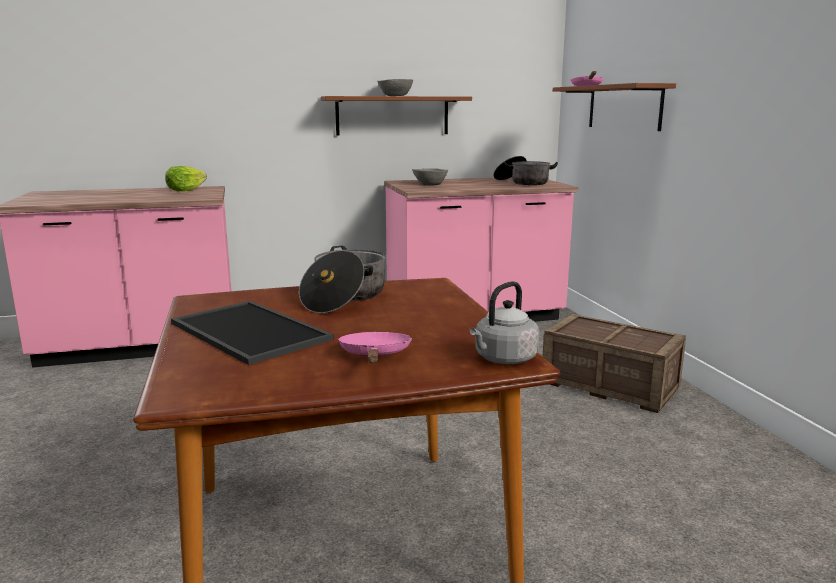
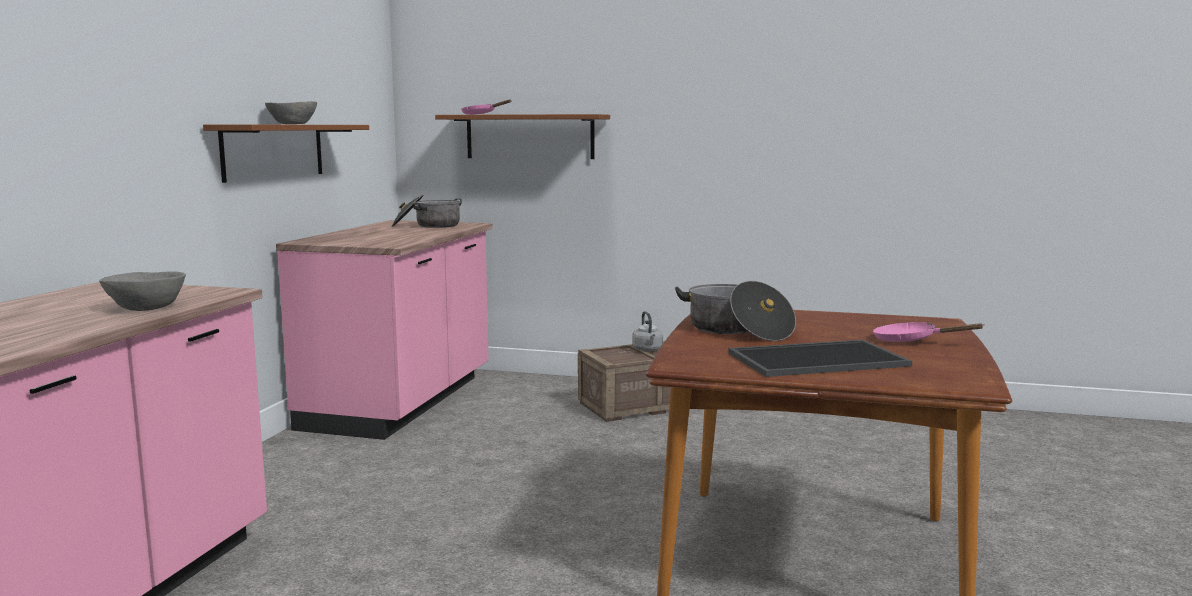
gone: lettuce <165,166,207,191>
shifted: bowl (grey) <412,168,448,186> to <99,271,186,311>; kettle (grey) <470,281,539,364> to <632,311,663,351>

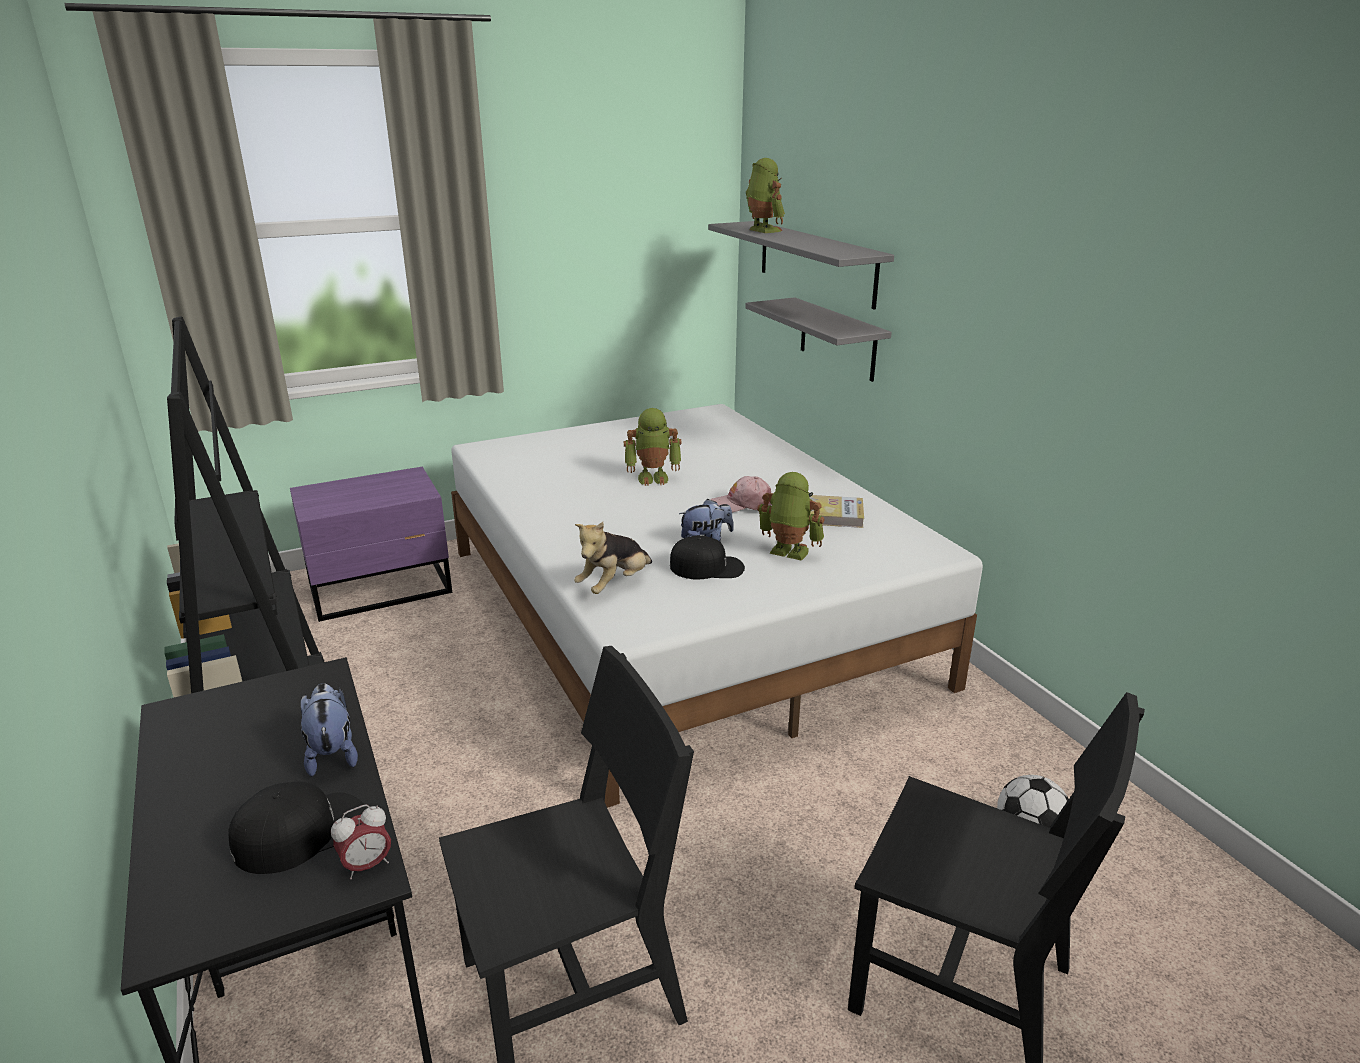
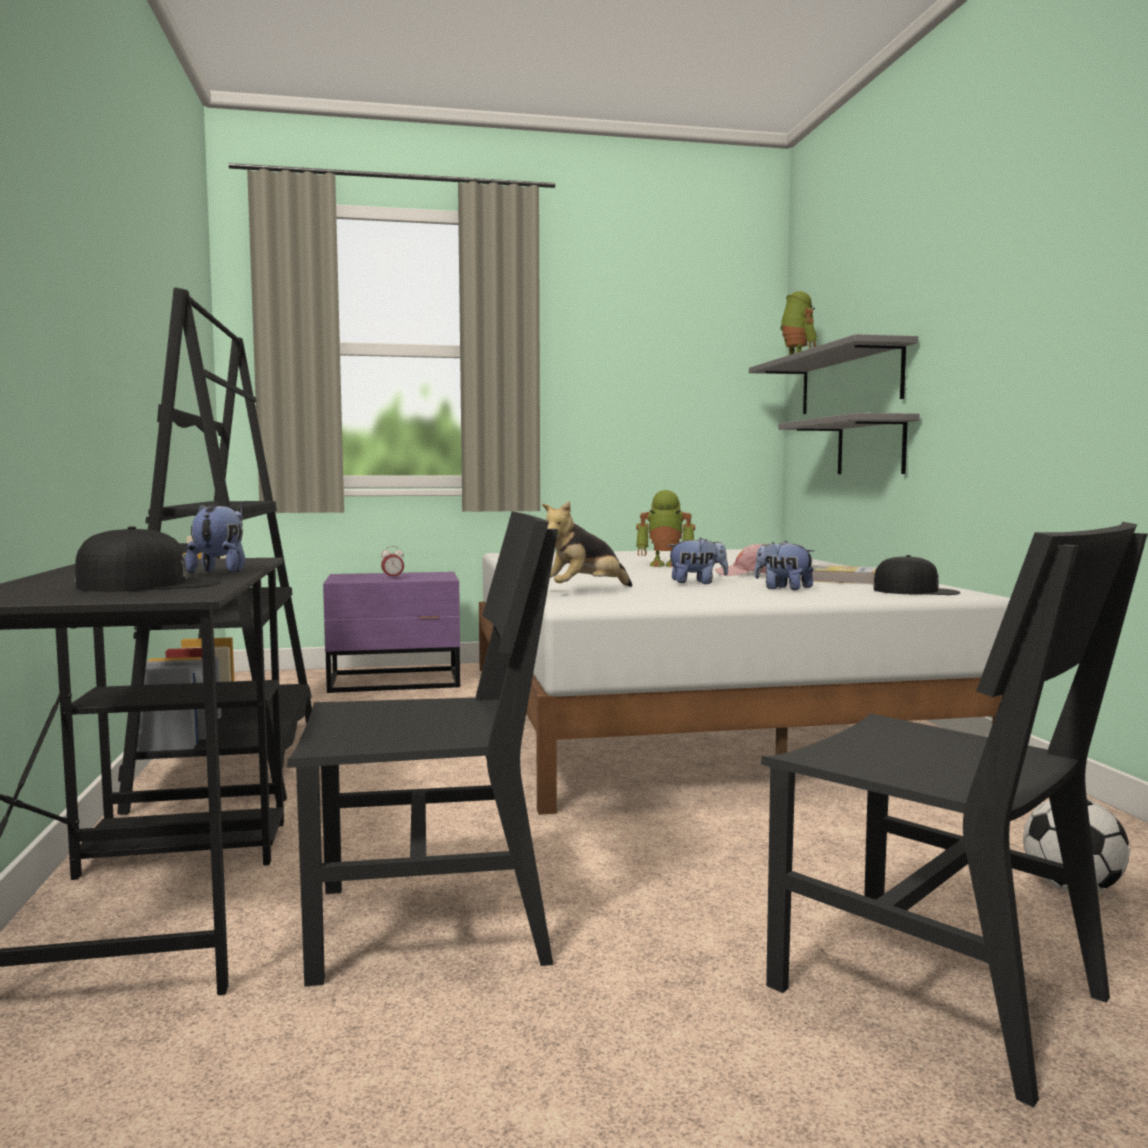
shifted: alarm clock <331,804,391,879> to <381,546,404,579>; cap (black) <670,535,745,580> to <873,555,961,595>
swapped: toy robot <757,472,824,561> to plush toy <755,541,814,590>

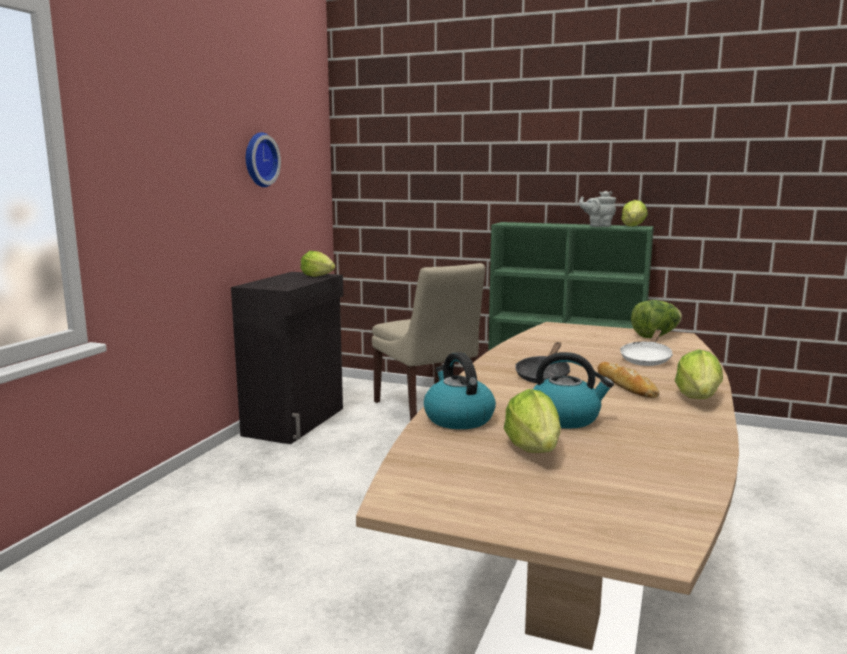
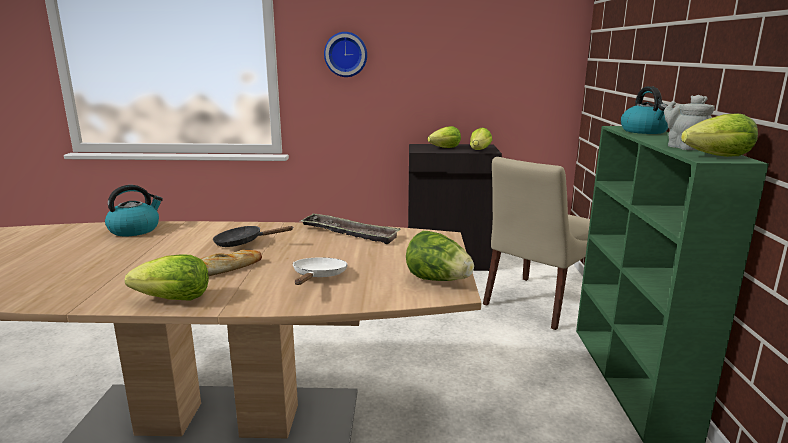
new: tray <301,213,400,244>
shifted: wall clock <246,132,281,187> to <324,32,367,77>; lettuce <504,389,561,453> to <428,126,461,148>; kettle <533,352,614,429> to <621,86,668,134>
rotated: frying pan (white) <620,330,673,366> = <293,257,348,285> 90 degrees clockwise

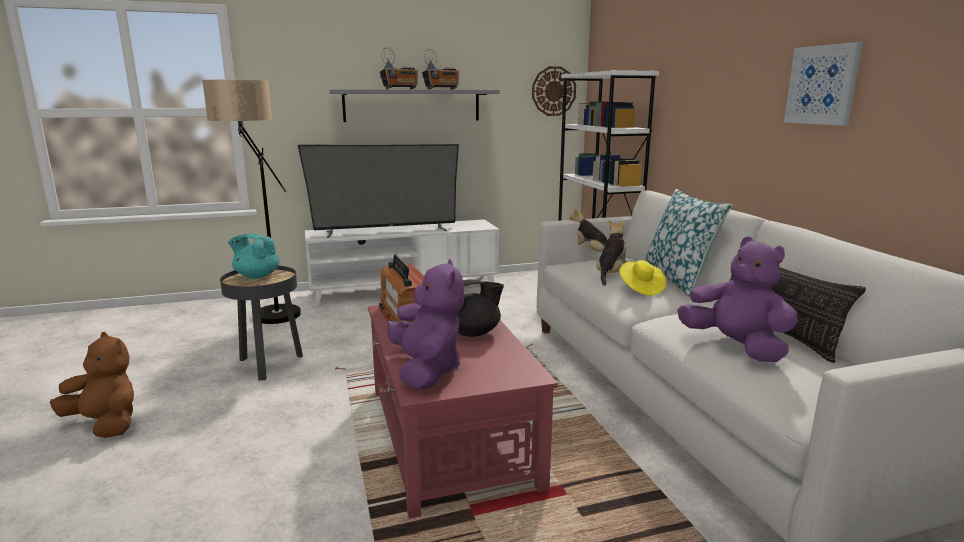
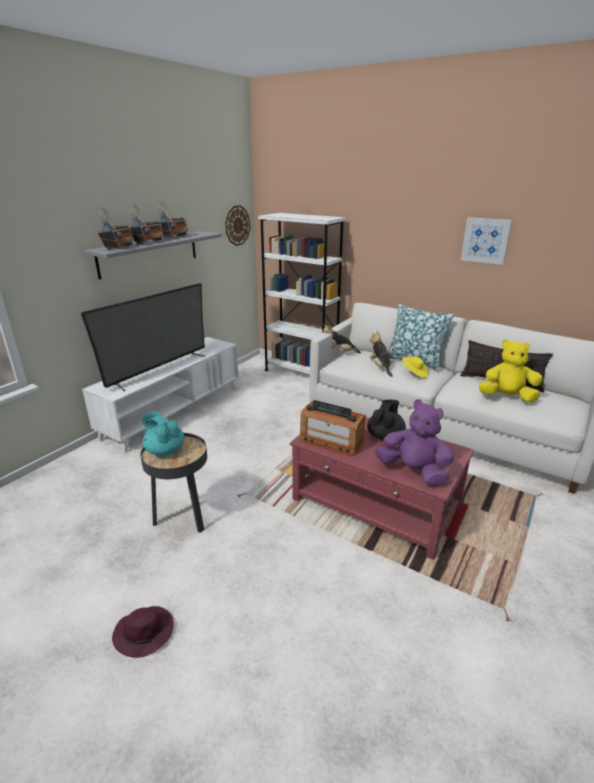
gone: floor lamp <202,79,301,324>
new: radio <98,208,134,250>
swapped: plush toy (brown) <50,332,134,438> to hat (purple) <112,606,174,658>
repainted: plush toy (purple) <677,237,798,362> to plush toy (yellow) <479,339,542,403>
rotated: teapot (turquoise) <228,234,279,279> = <141,412,185,456> 60 degrees clockwise

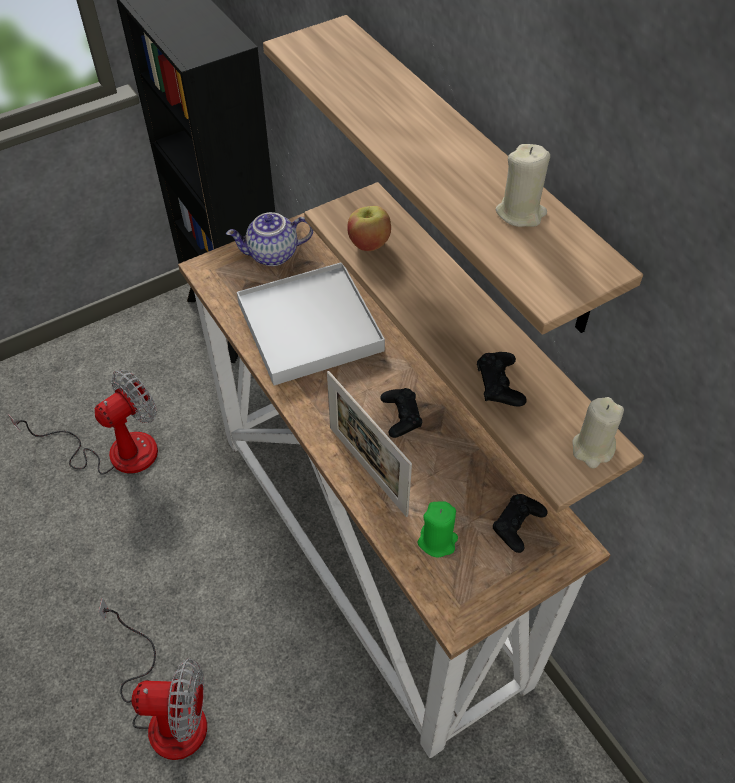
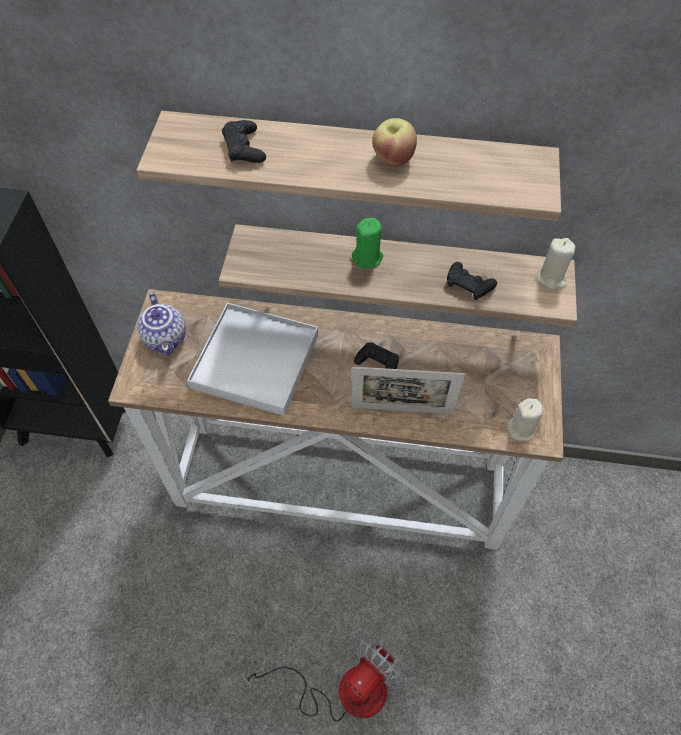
gone: fan <8,370,158,475>
shifted: apple <347,206,391,251> to <372,118,417,167>; candle (green) <418,501,458,558> to <352,217,383,268>; game controller (black) <493,494,548,553> to <222,120,266,163>; candle (beige) <496,144,550,227> to <507,398,543,441>
rotated: teapot <226,212,313,266> = <137,292,186,356> 45 degrees counterclockwise

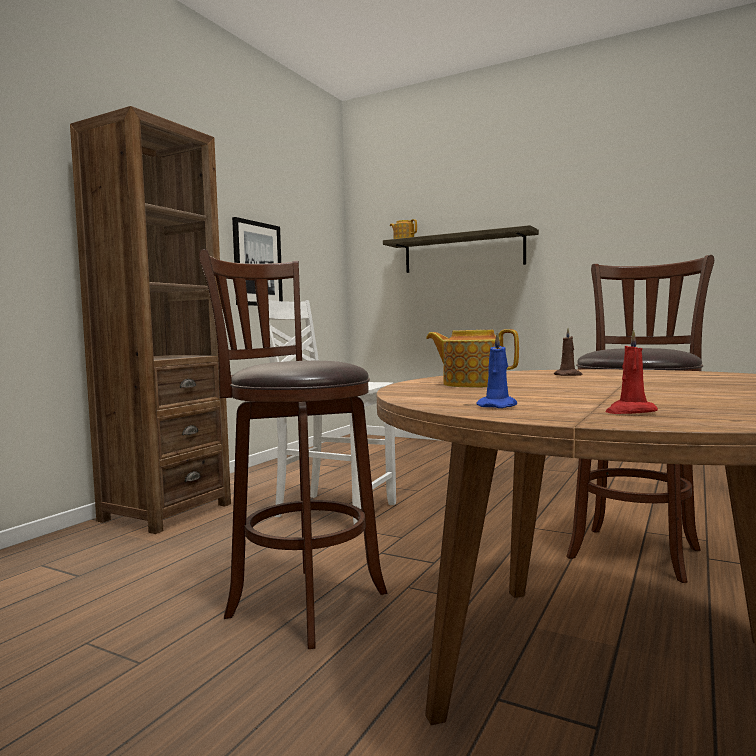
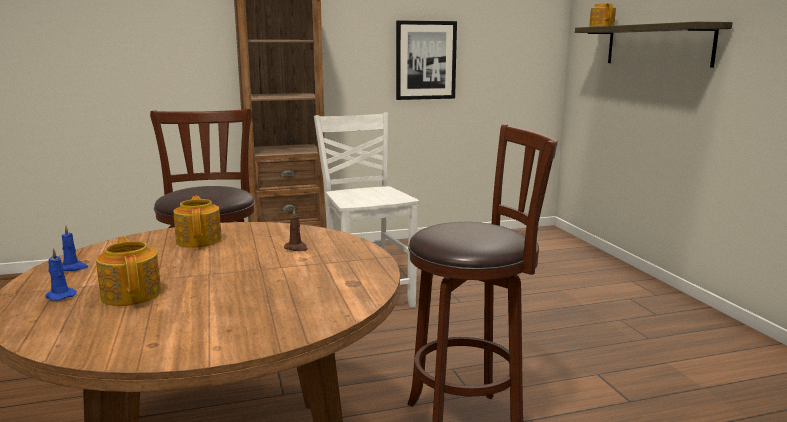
new: teapot <96,236,161,306>
repainted: candle (red) <605,330,658,414> to candle (blue) <45,248,76,301>

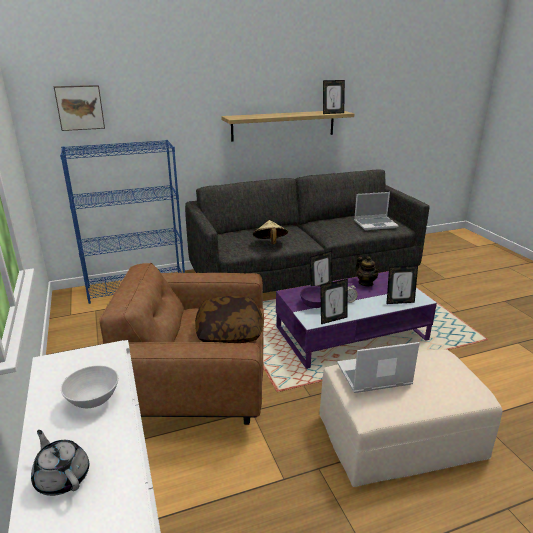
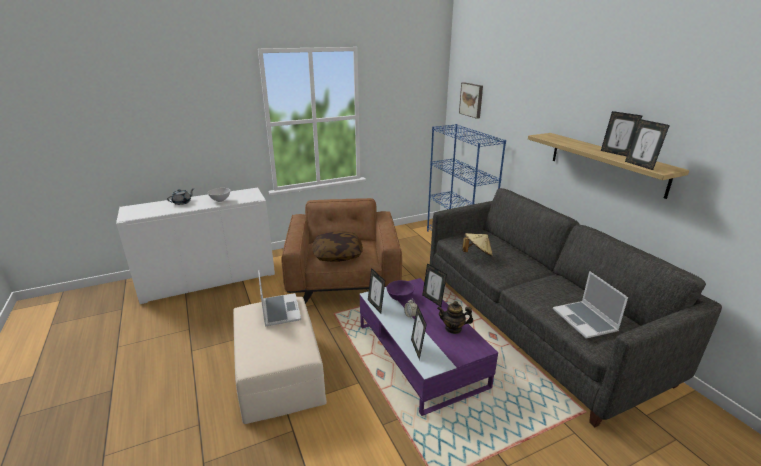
new: picture frame <601,111,642,156>
rotated: teapot <355,256,380,287> = <437,301,473,334> 45 degrees clockwise

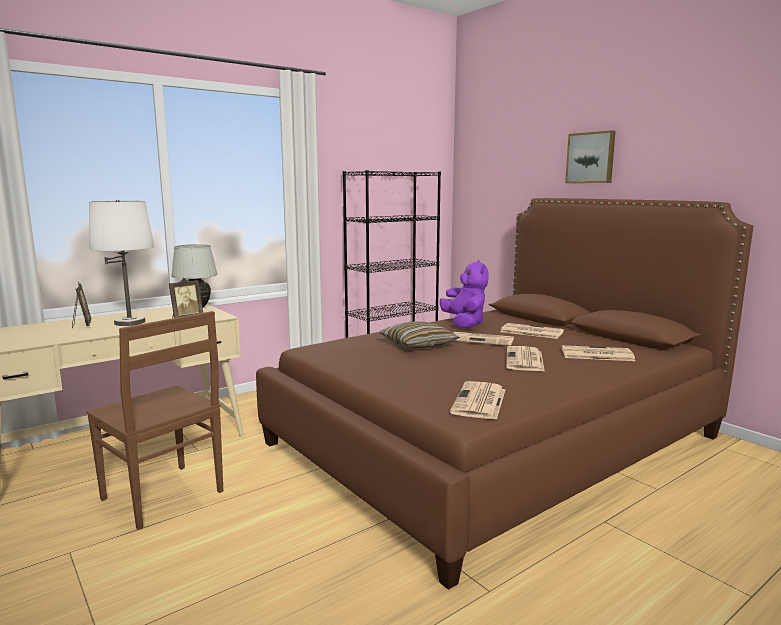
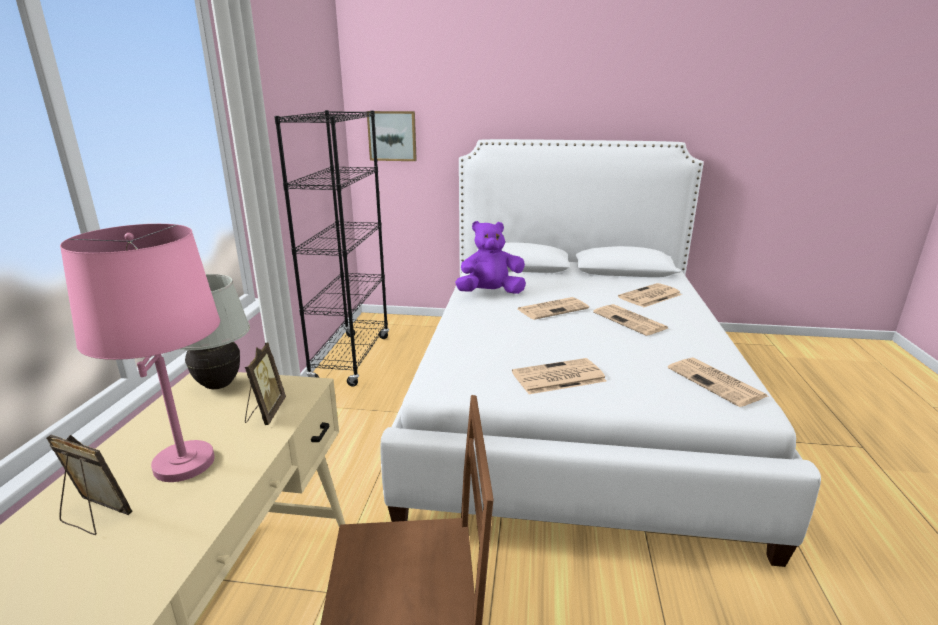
gone: pillow <380,321,460,349>
shifted: newspaper <500,323,564,339> to <512,358,607,394>; picture <565,130,616,183> to <367,111,417,161>
repainted: table lamp (white) <89,200,154,326> to table lamp (pink) <60,224,220,482>; bed (brown) <256,198,753,590> to bed (white) <381,139,821,567>
rotated: plush toy (purple) <440,260,488,329> = <455,221,526,294> 45 degrees counterclockwise

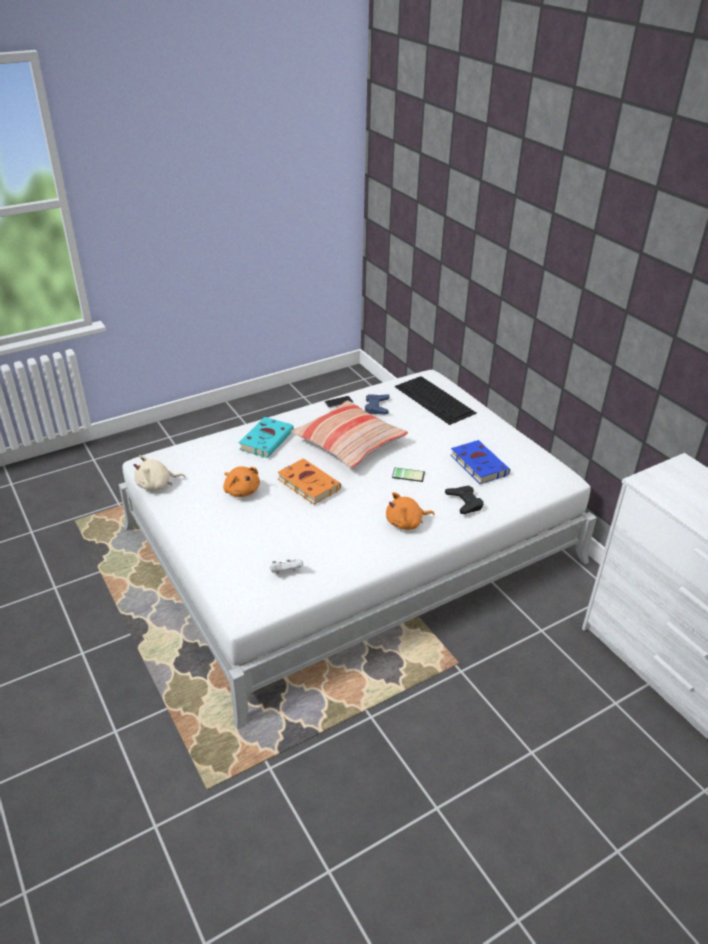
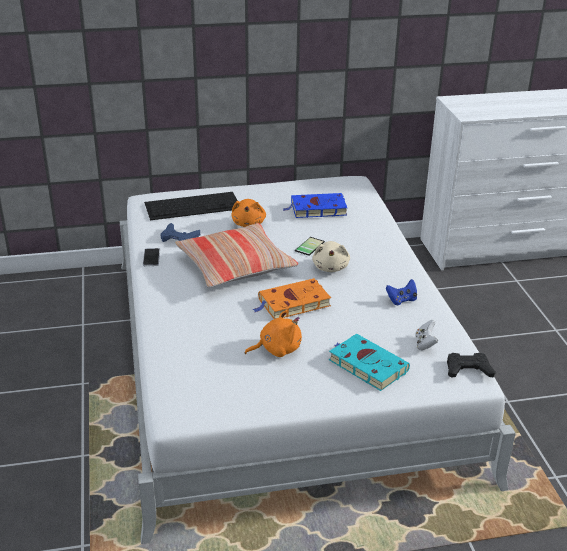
new: game controller (blue) <386,279,417,305>
shifted: plush toy (beige) <133,455,185,491> to <312,241,350,272>; book (turquoise) <239,417,294,458> to <329,334,410,391>; plush toy (orange) <386,492,435,530> to <231,199,266,227>; game controller (black) <445,485,484,514> to <447,353,496,378>

